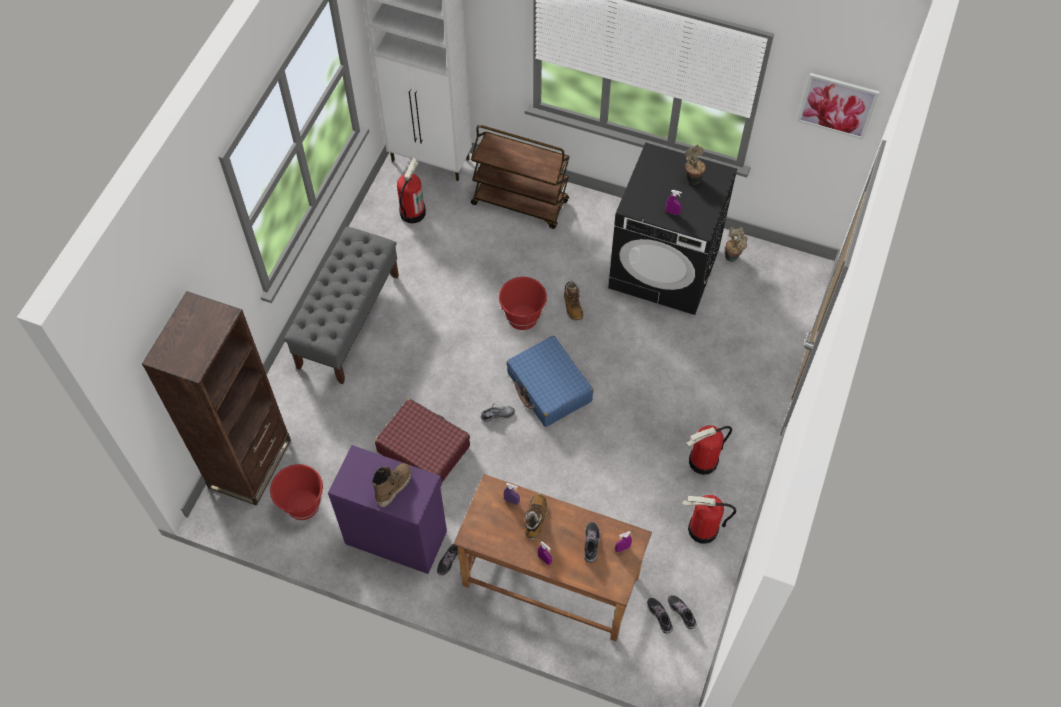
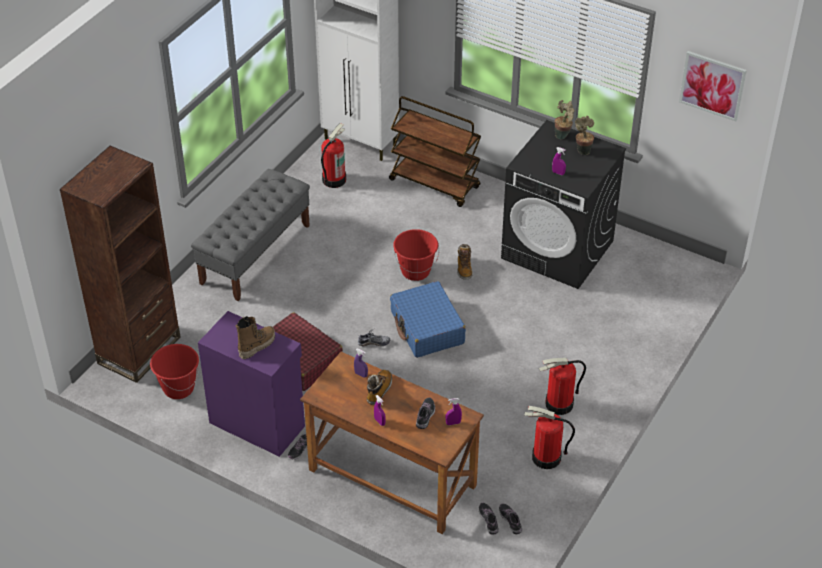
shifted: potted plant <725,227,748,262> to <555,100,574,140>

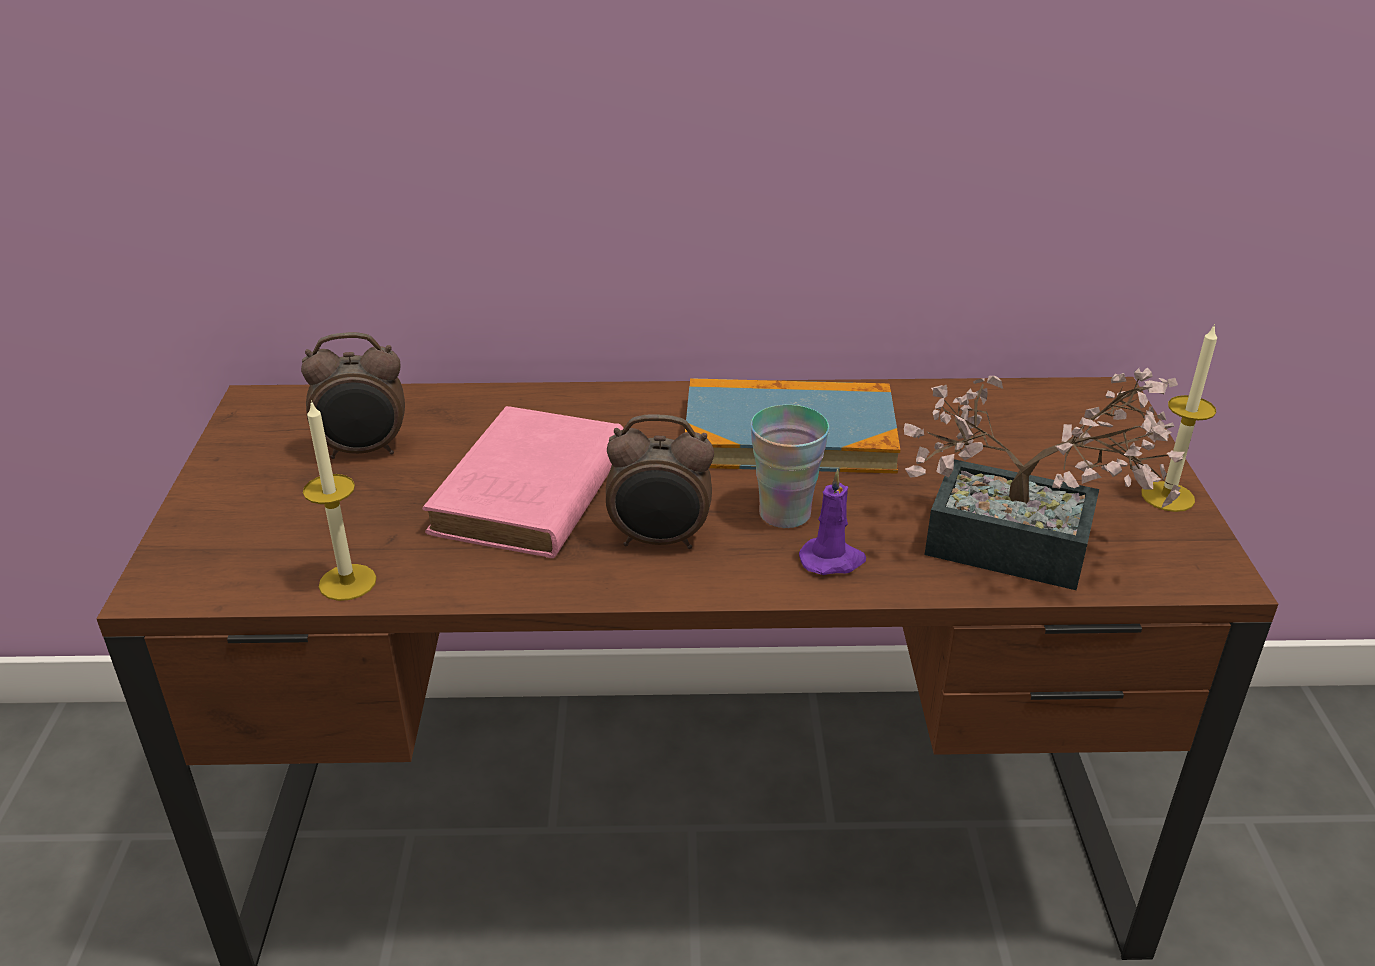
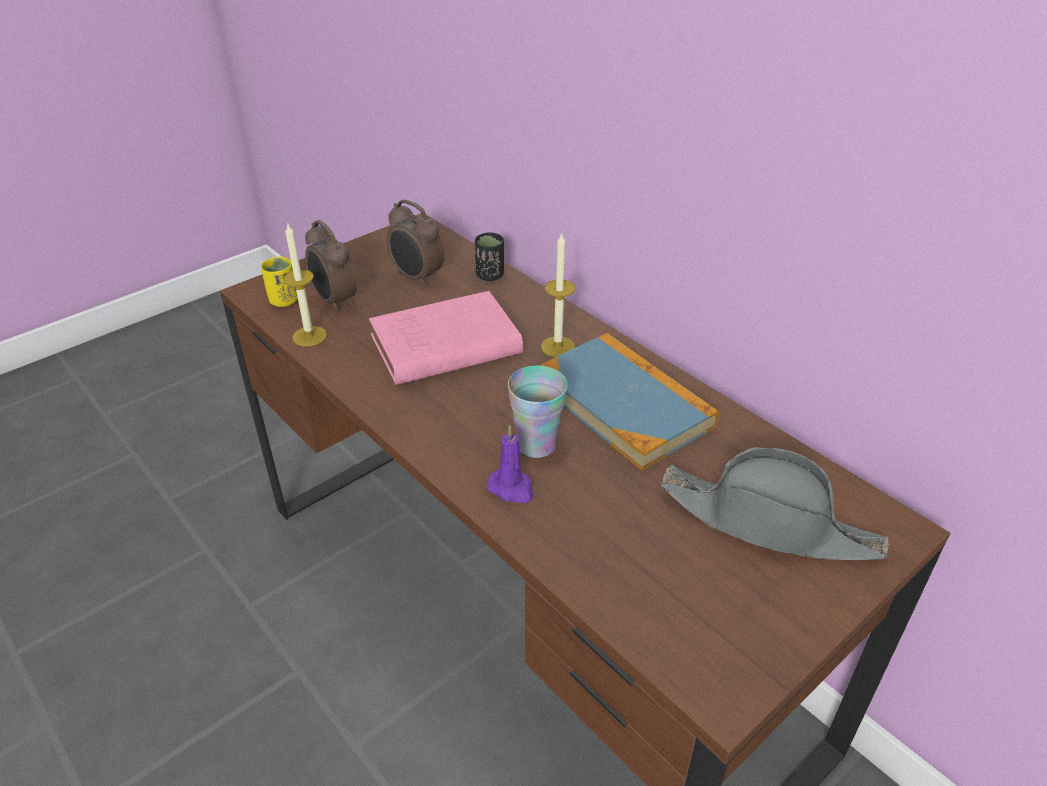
gone: potted plant <904,368,1185,590>
new: cup (yellow) <261,257,298,307>; cup (black) <475,232,504,281>; hat (grey) <661,447,889,560>
shifted: alarm clock <606,414,714,549> to <305,220,357,312>; candle <1141,324,1217,512> to <541,232,575,357>

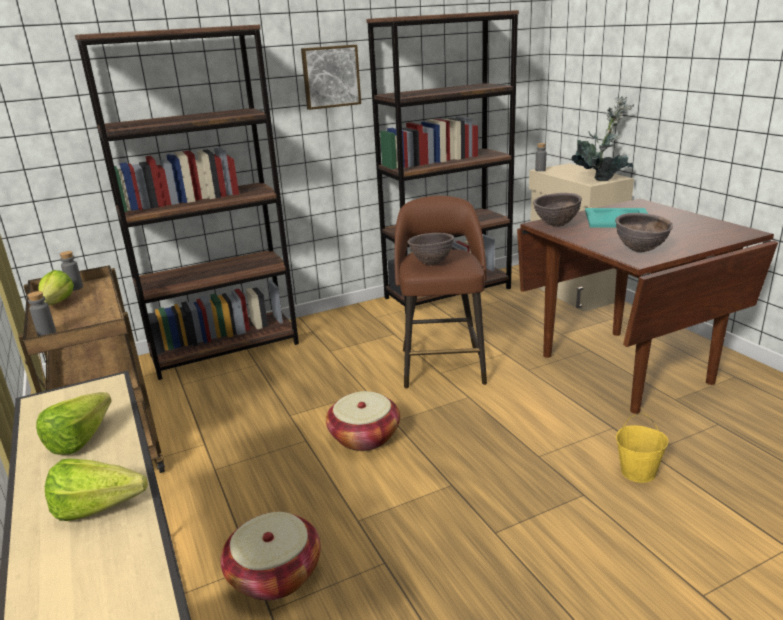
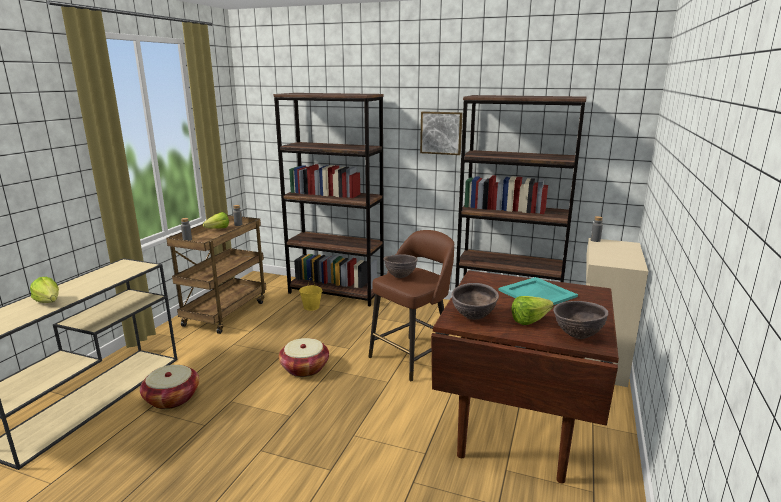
gone: potted plant <571,96,634,181>
shifted: lettuce <36,392,112,454> to <511,296,554,325>; bowl (brown) <533,193,582,227> to <553,301,608,339>; bucket (yellow) <616,414,668,483> to <299,277,322,311>

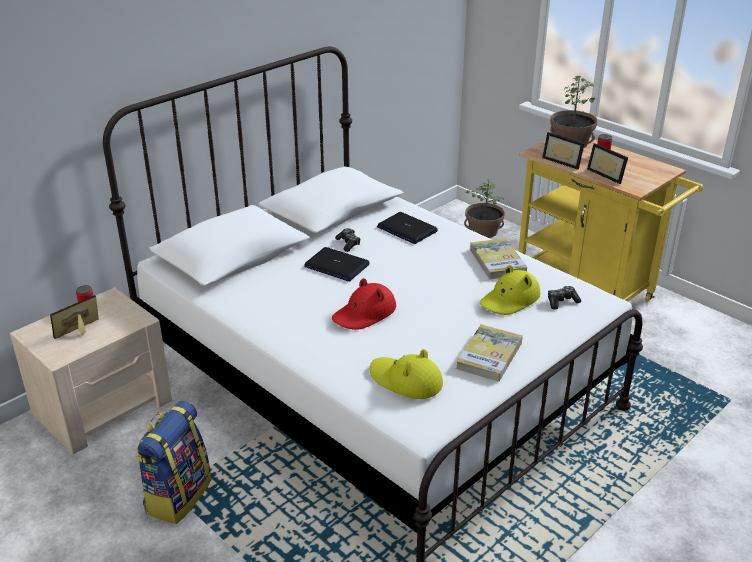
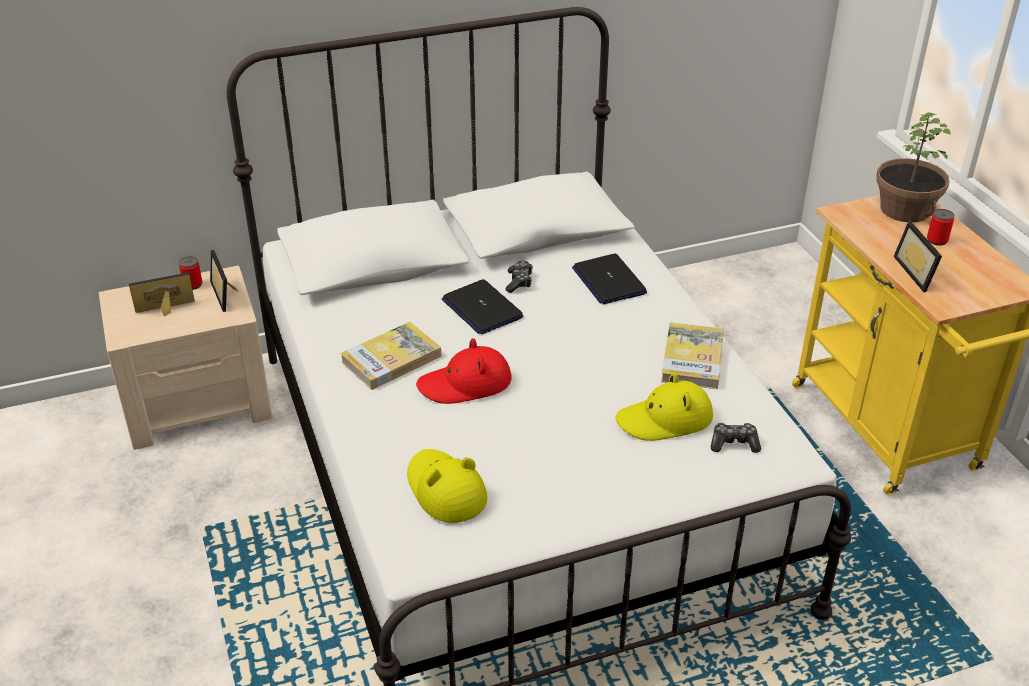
gone: backpack <136,401,211,524>; potted plant <464,179,505,238>
shifted: book <456,324,523,382> to <340,322,441,390>; picture frame <542,132,585,170> to <210,250,239,312>

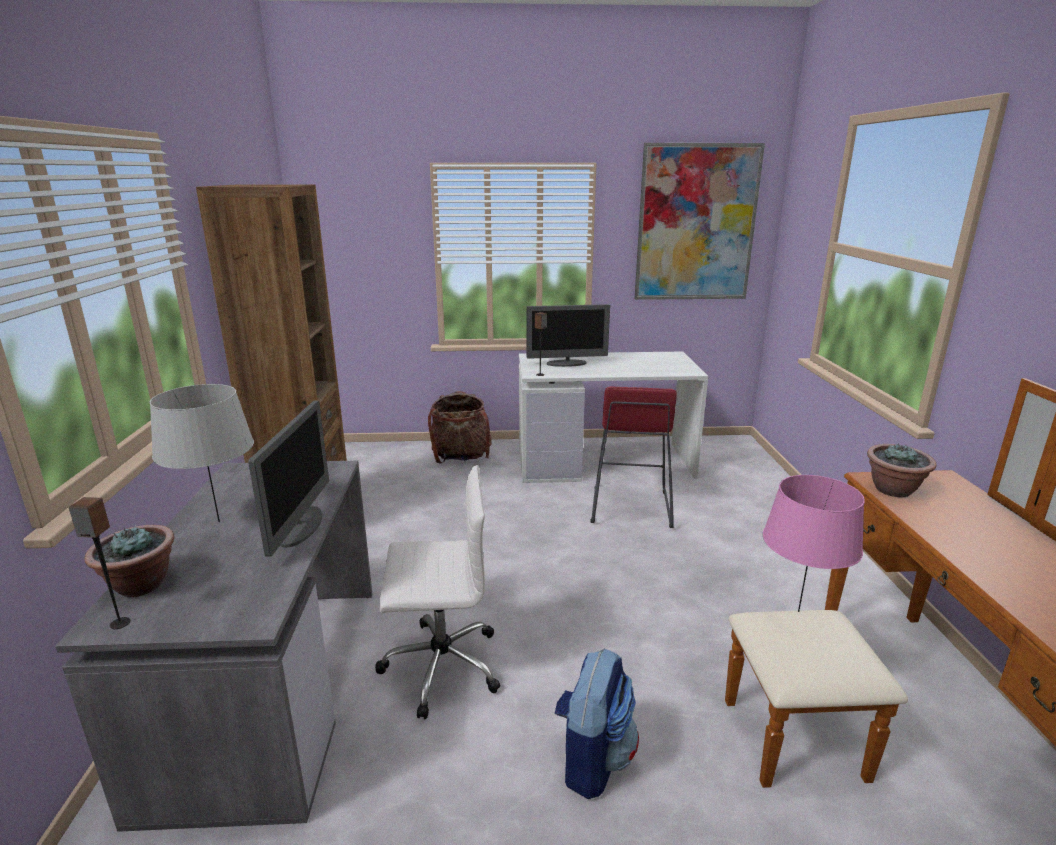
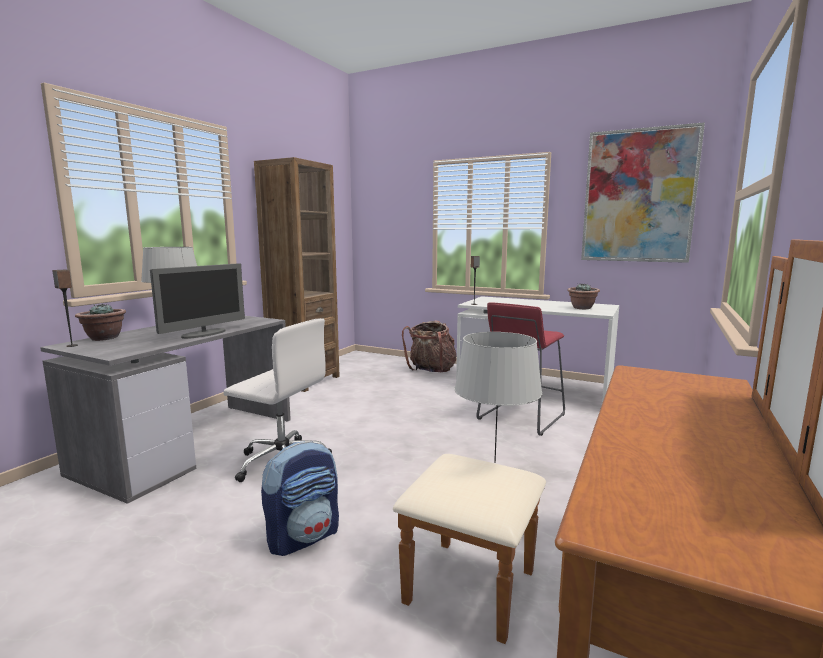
gone: monitor <526,304,610,367>
shifted: potted plant <867,443,936,497> to <567,283,600,309>
repainted: table lamp (pink) <763,475,865,612> to table lamp (grey) <454,332,542,463>

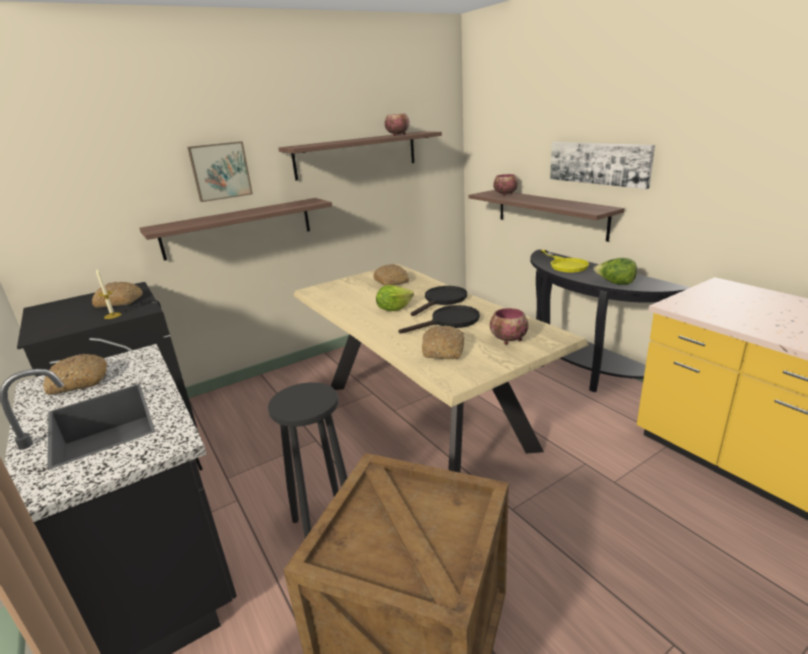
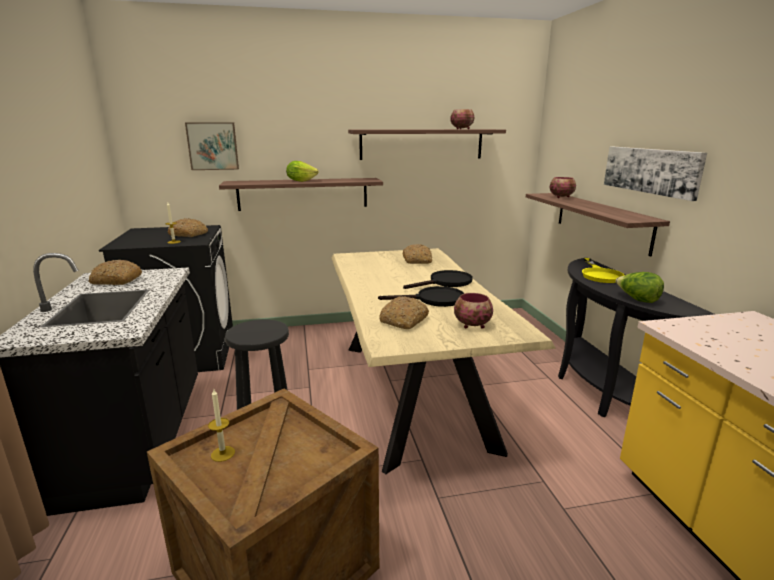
new: candle <208,389,235,462>
shifted: picture <187,141,253,202> to <185,123,239,170>; lettuce <376,285,414,311> to <286,161,319,182>

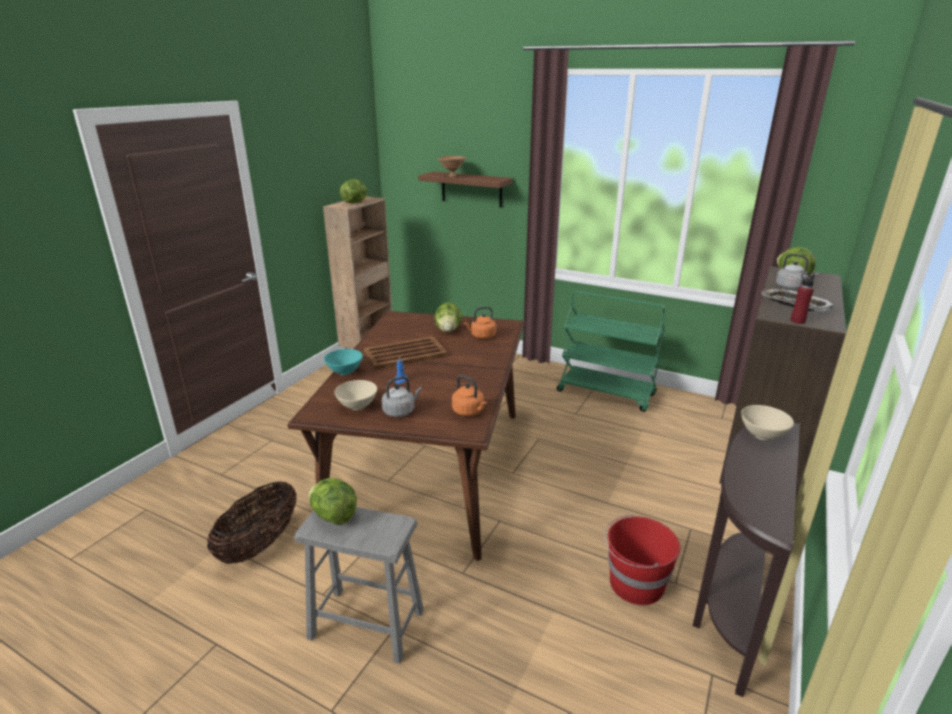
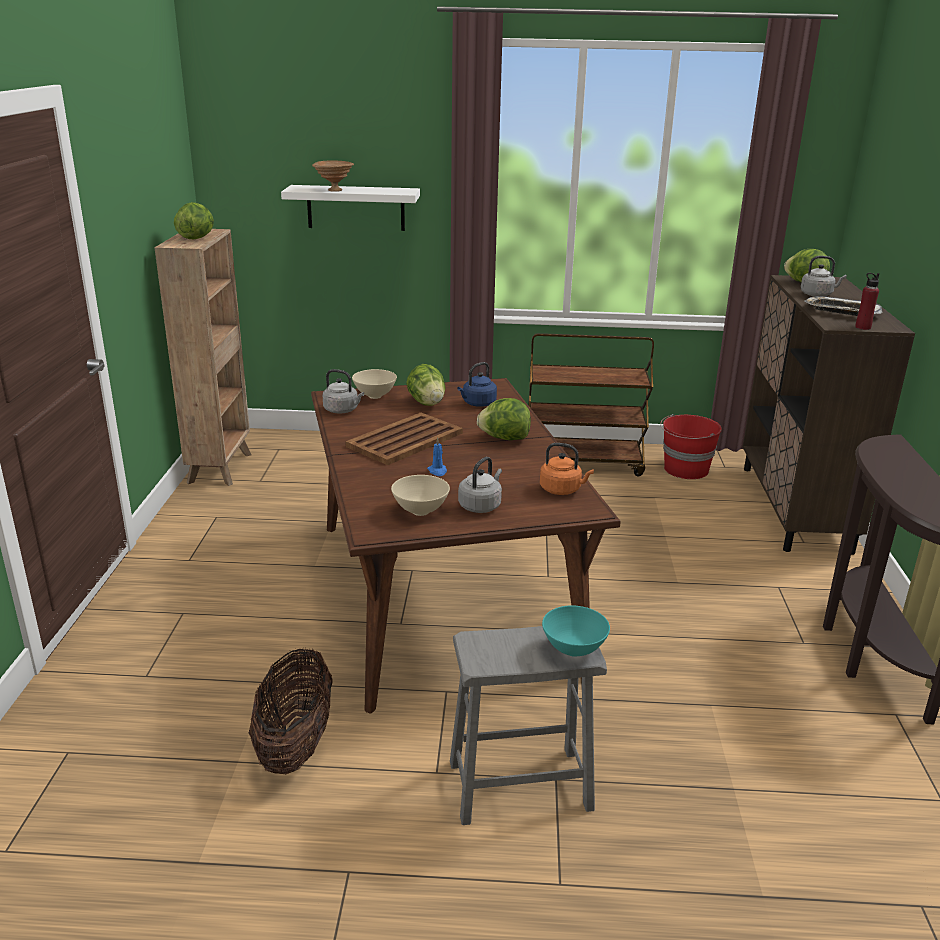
new: kettle (grey) <323,369,364,413>
shifted: lettuce <309,478,357,525> to <477,398,531,440>; bowl (turquoise) <324,349,363,375> to <542,605,610,657>; bucket (red) <604,515,680,605> to <660,414,722,479>; bowl (beige) <741,405,794,440> to <352,369,397,399>
repainted: shelf (brown) <418,171,513,208> to shelf (white) <281,185,420,231>; kettle (orange) <464,307,496,339> to kettle (blue) <457,362,497,407>; cart (green) <557,291,665,412> to cart (brown) <528,333,654,476>

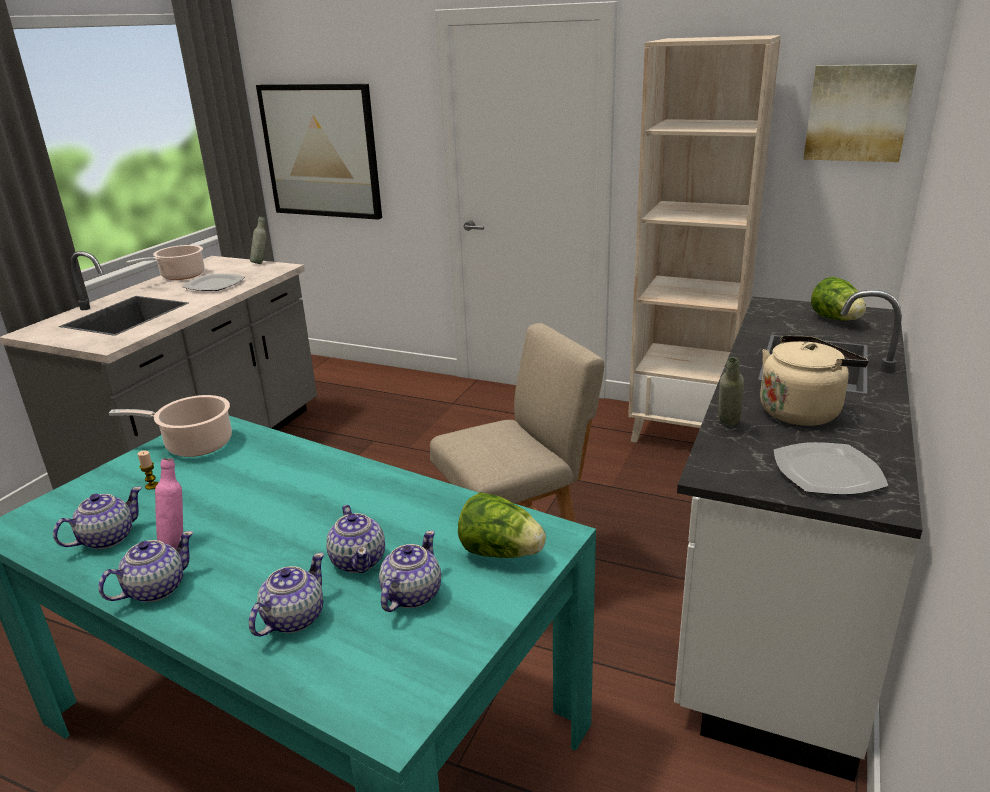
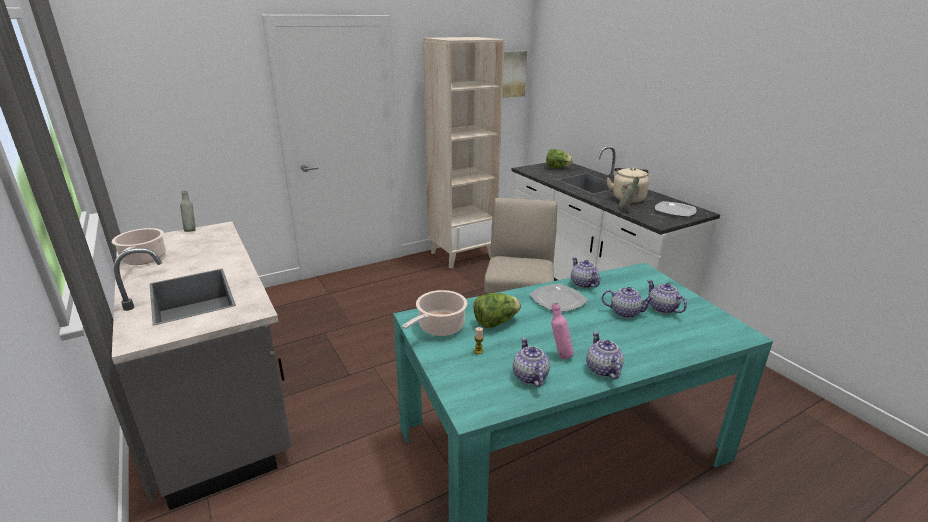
gone: picture <256,84,382,220>
shifted: plate <182,274,245,291> to <529,284,588,312>; teapot <249,553,324,637> to <571,257,600,288>; lettuce <458,492,546,558> to <473,293,521,328>

